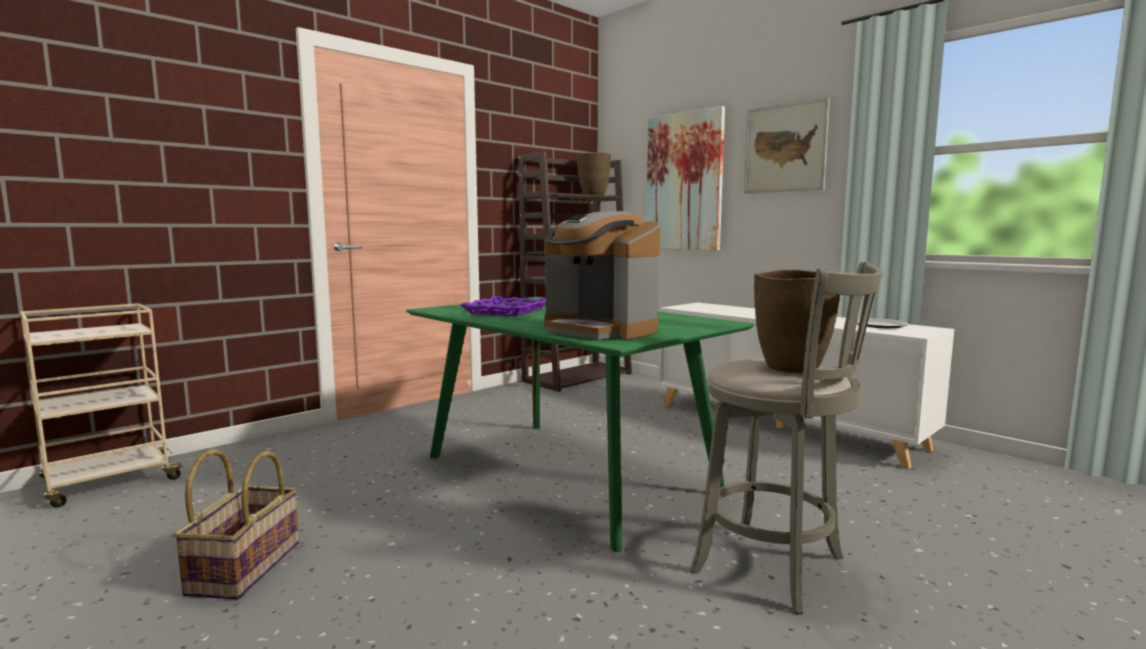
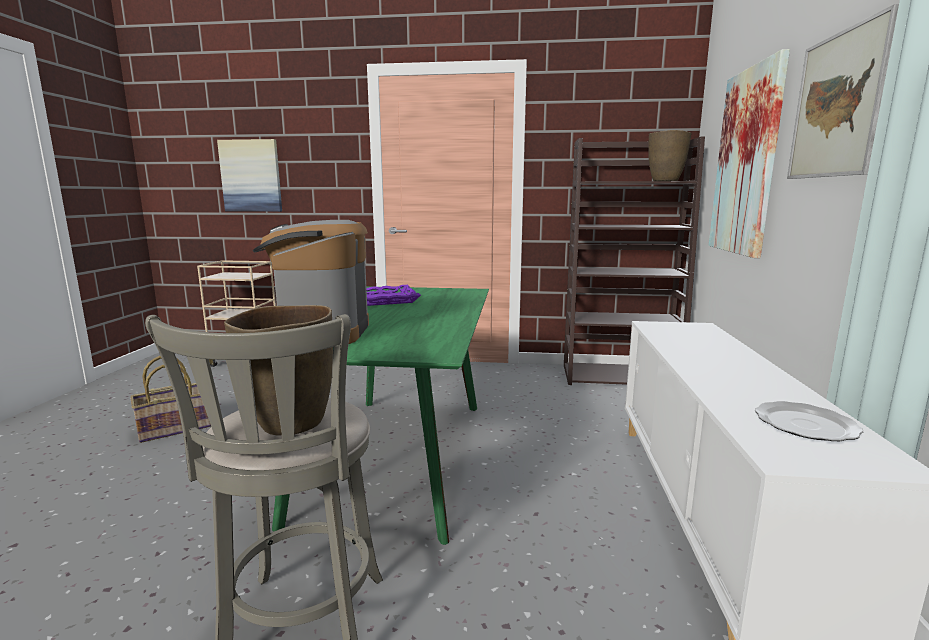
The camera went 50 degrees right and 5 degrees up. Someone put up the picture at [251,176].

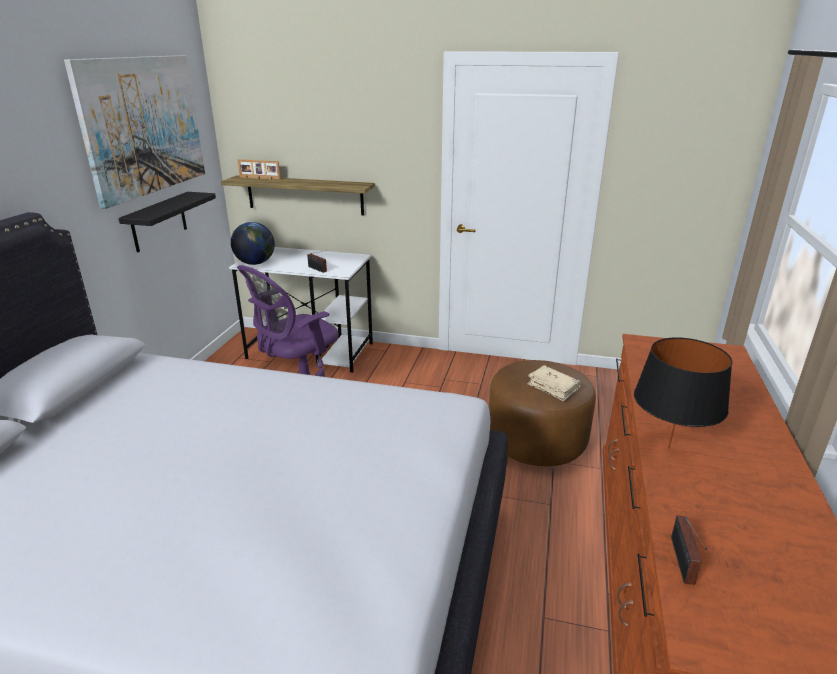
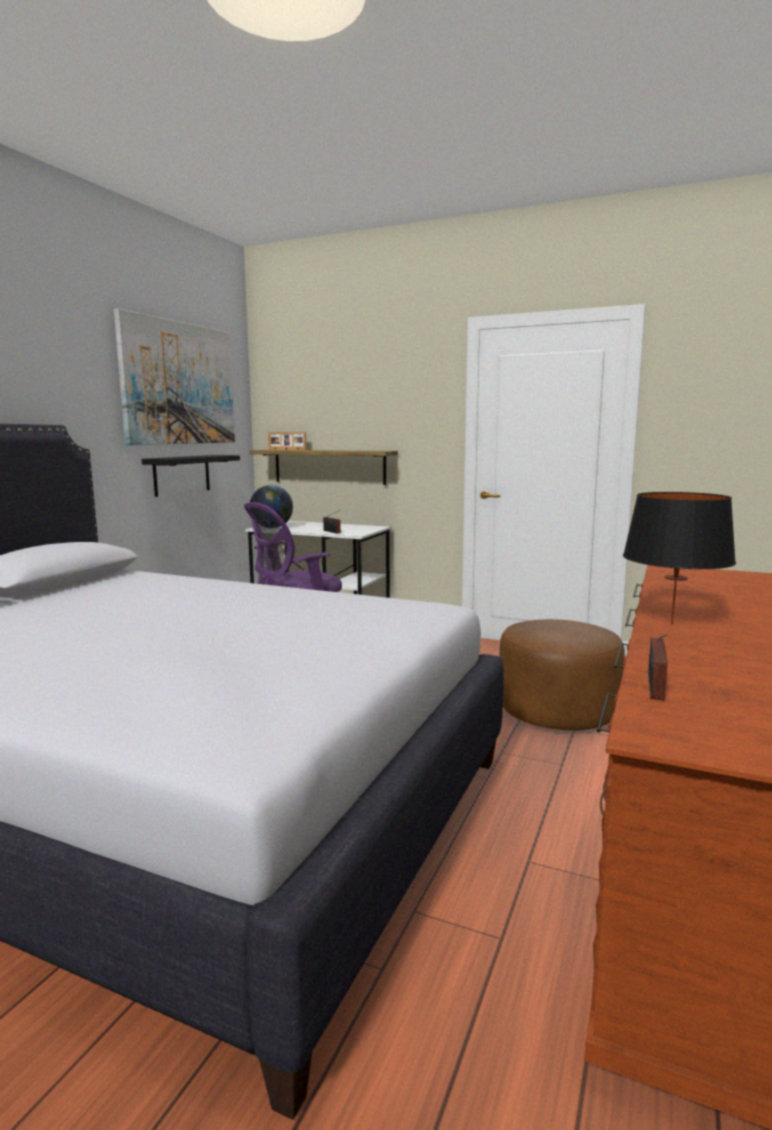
The camera went 10 degrees right and 15 degrees down. Someone took away the beige_volume at [553,387].

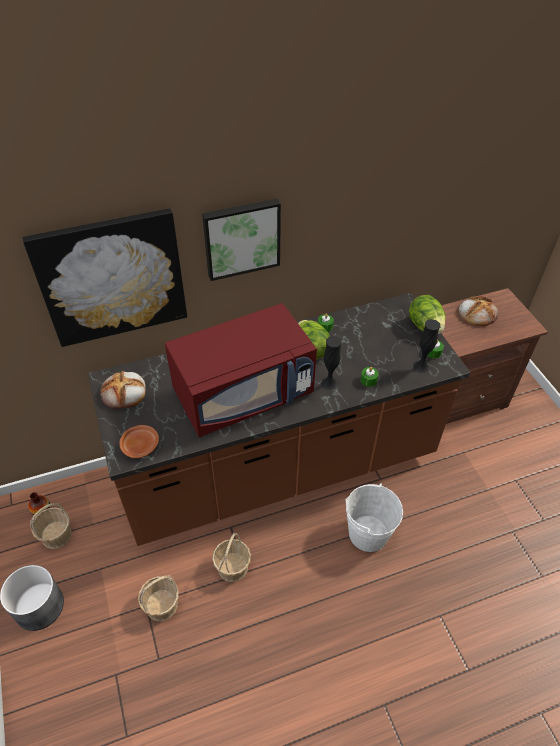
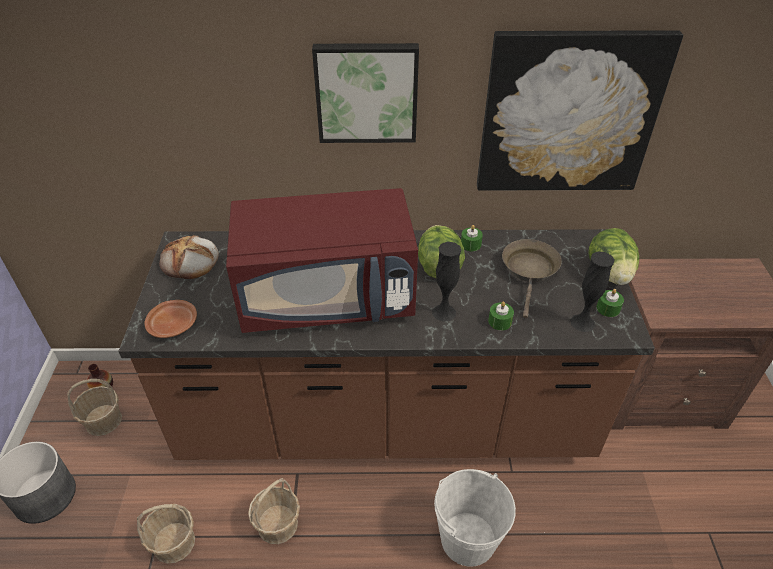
The camera went 20 degrees right and 5 degrees down. Someone took away the bread at [477,313]. Someone put down the brownish_pan at [529,271]. Someone carried the picture from [112,278] to [568,114].

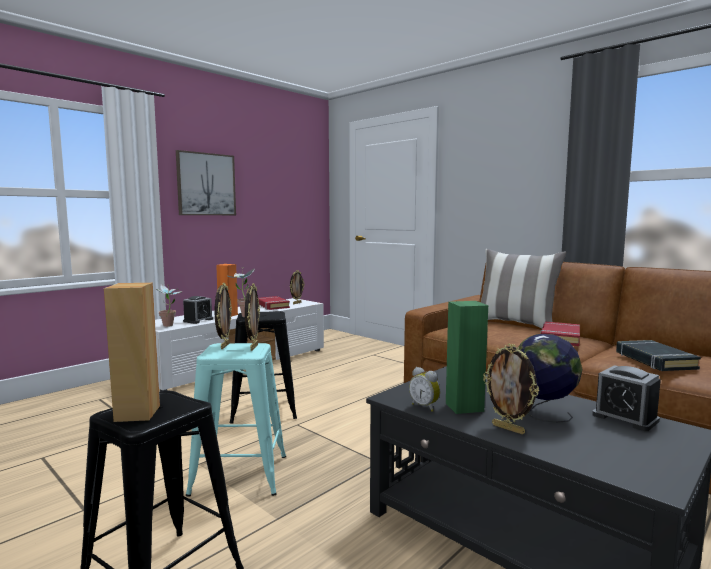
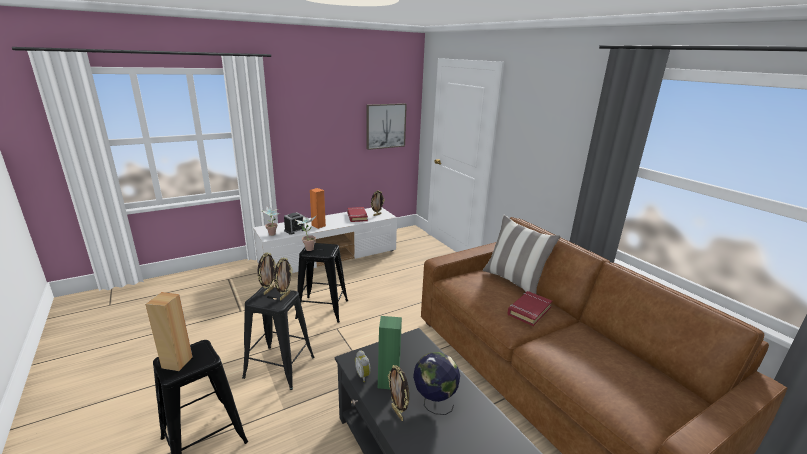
The camera went 15 degrees right and 15 degrees up. Someone took away the alarm_clock at [625,418]. Someone took away the black-coloured_volume at [654,360]. Someone carried the picture from [206,184] to [385,126]. Someone repainted the turquoise-coloured_sitting_stool at [239,475], which became the black-coloured_sitting_stool at [279,367].

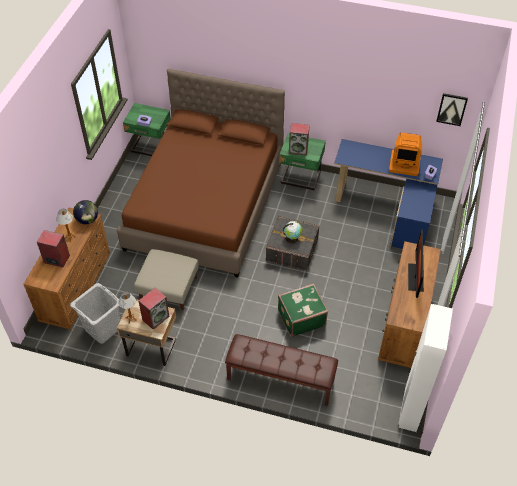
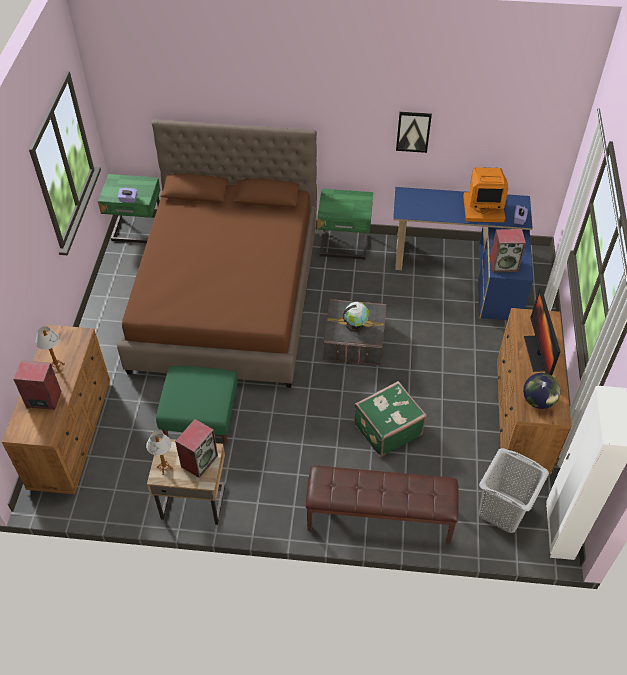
The camera went 10 degrees left and 0 degrees up. Someone carried the grey_washing_basket from [102,328] to [502,510]. Someone carried the globe from [87,220] to [538,401]. Someone carried the loudspeaker from [298,149] to [504,264]. Someone carried the picture from [452,109] to [413,131]. Someone repainted the beige_ottoman at [169,288], which became the green_ottoman at [201,416].

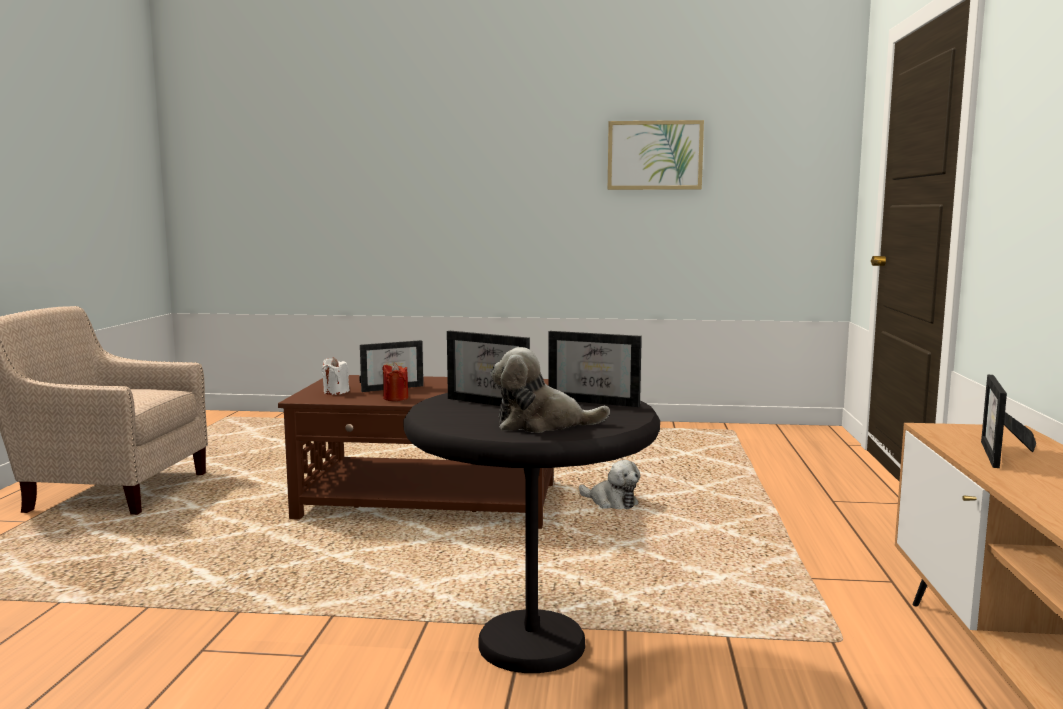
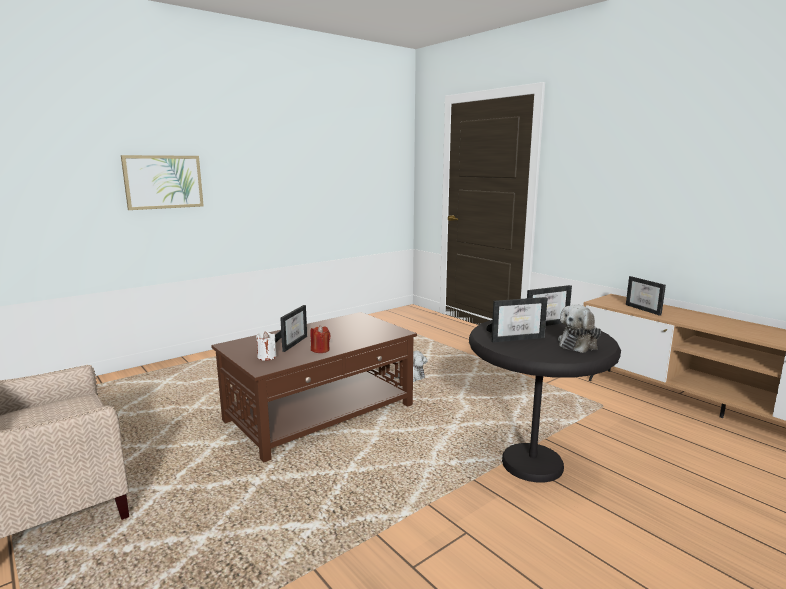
The camera went 45 degrees left and 5 degrees up. Someone carried the picture from [654,155] to [163,182].

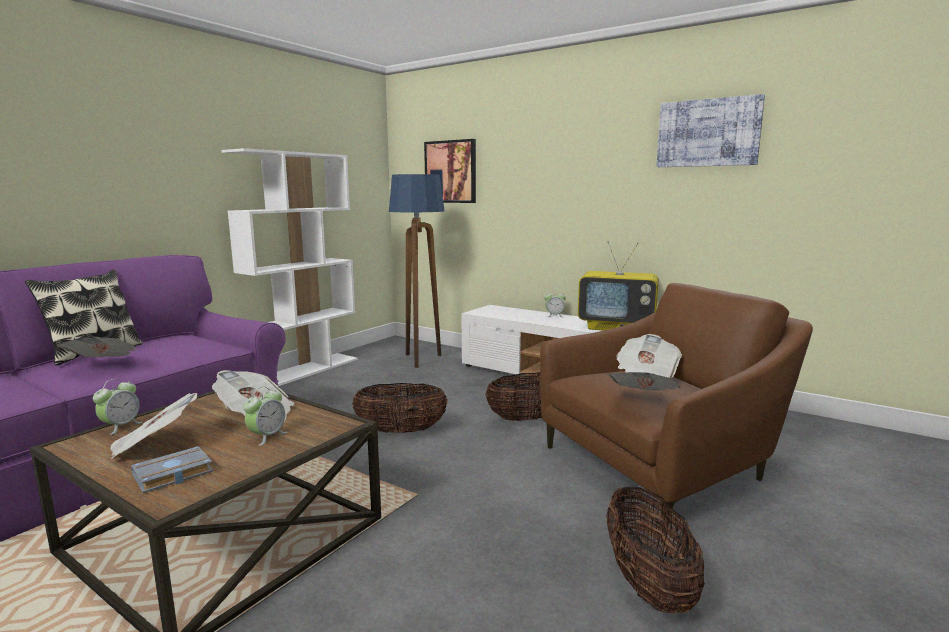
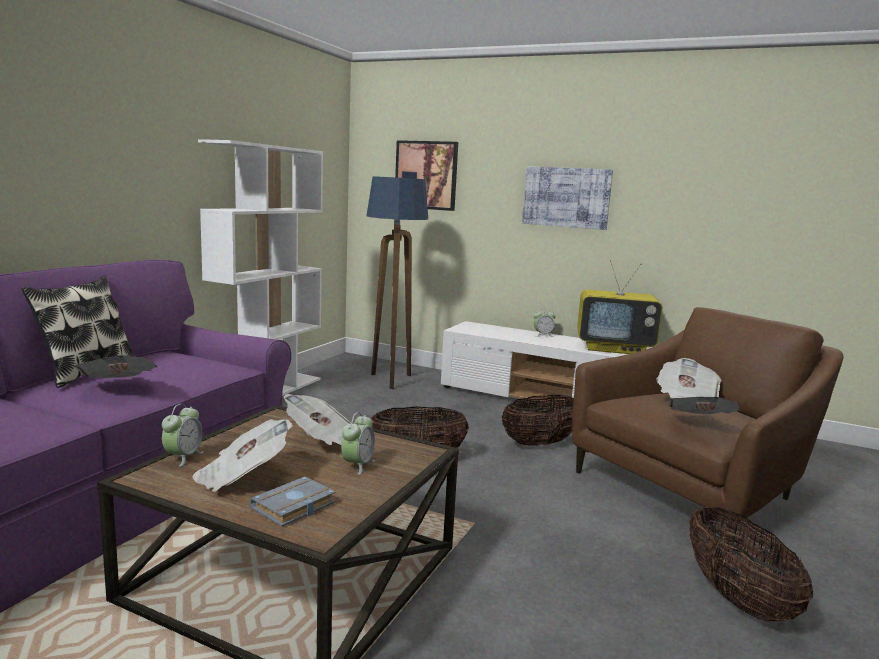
The camera went 10 degrees left and 0 degrees up. Someone carried the picture from [708,133] to [566,197].

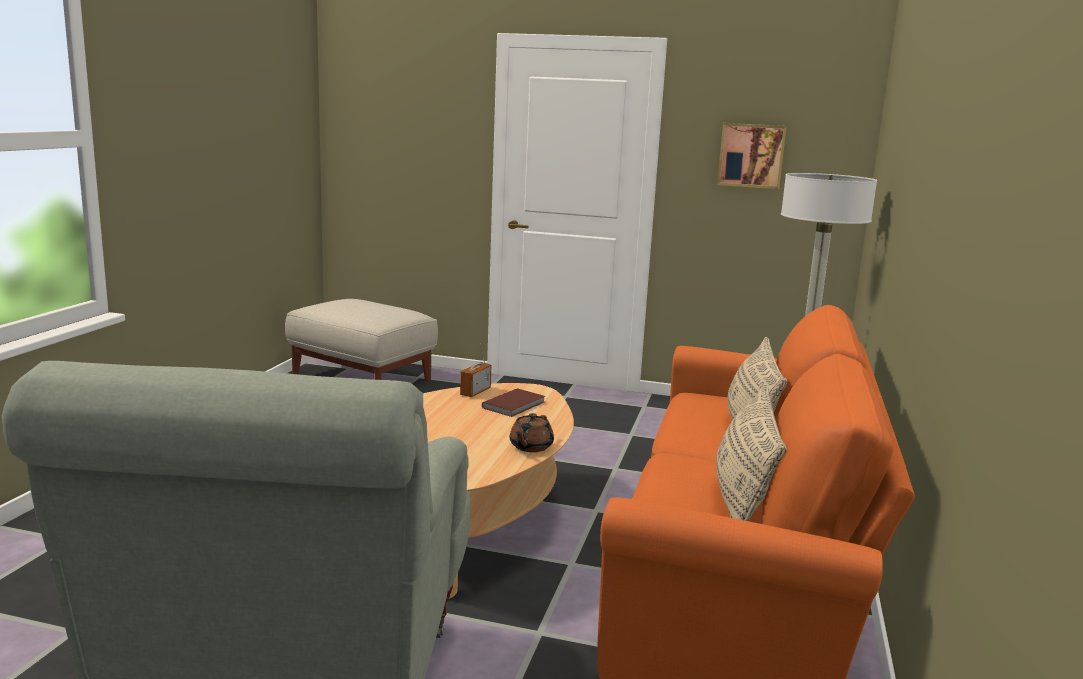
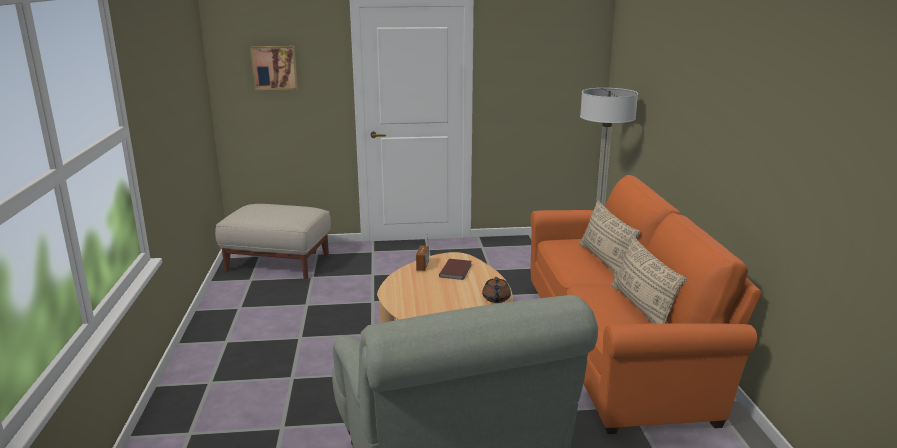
The camera went 20 degrees left and 5 degrees up. Someone carried the picture from [751,155] to [274,67].

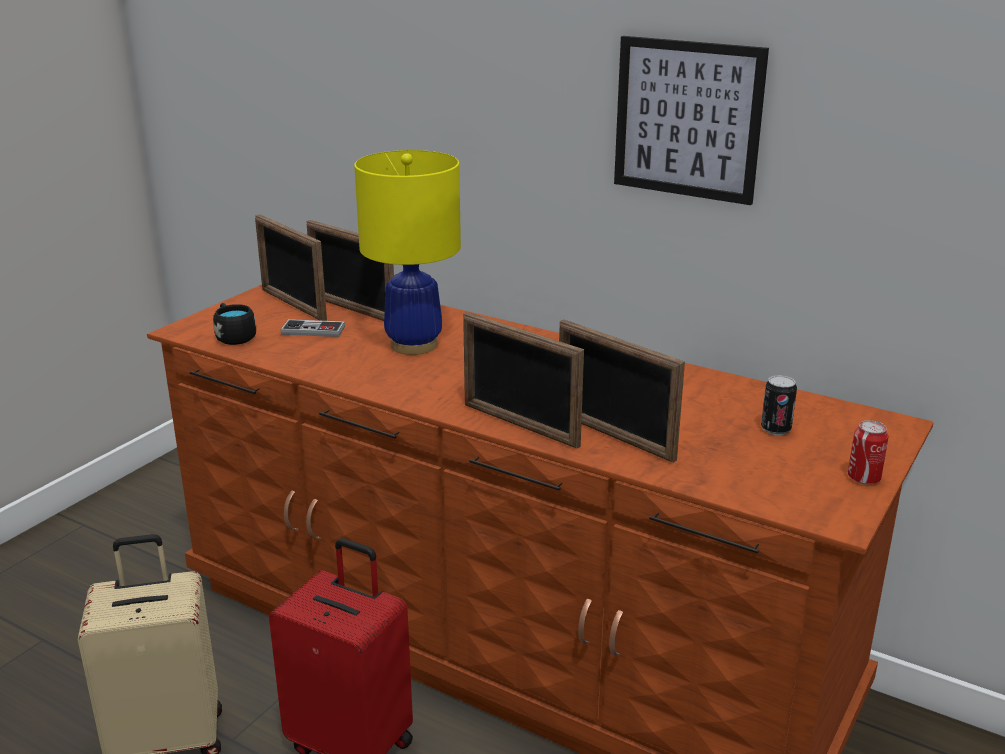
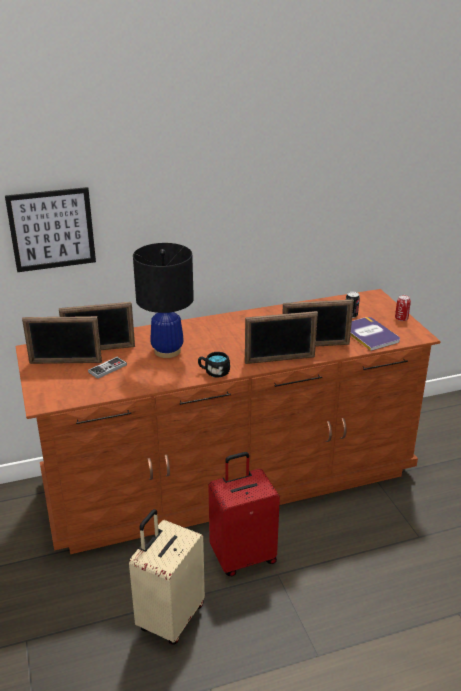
The camera went 50 degrees left and 5 degrees up. Someone put down the volume at [370,334]. Someone carried the black-coloured_mug from [234,336] to [214,372]. Someone carried the picture from [687,119] to [52,229]. Someone repainted the yellowish_lamp_for_a_table at [414,345], which became the black-coloured_lamp_for_a_table at [167,351].

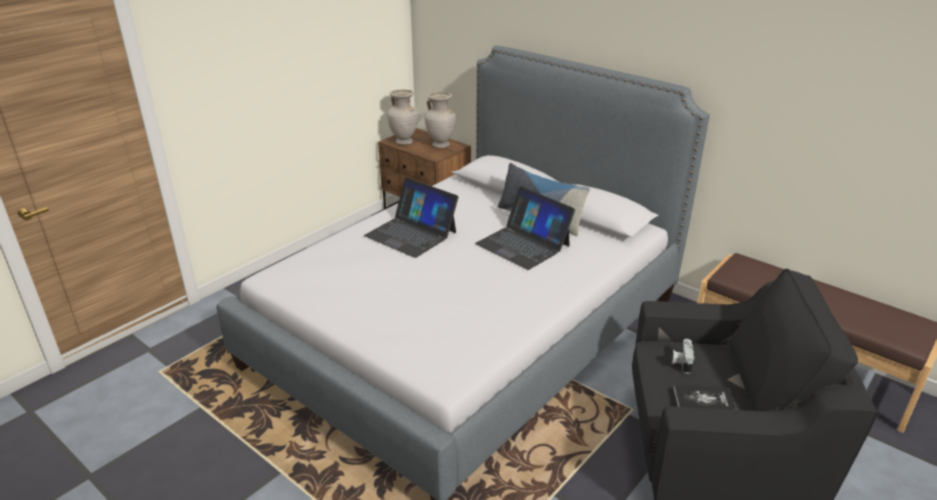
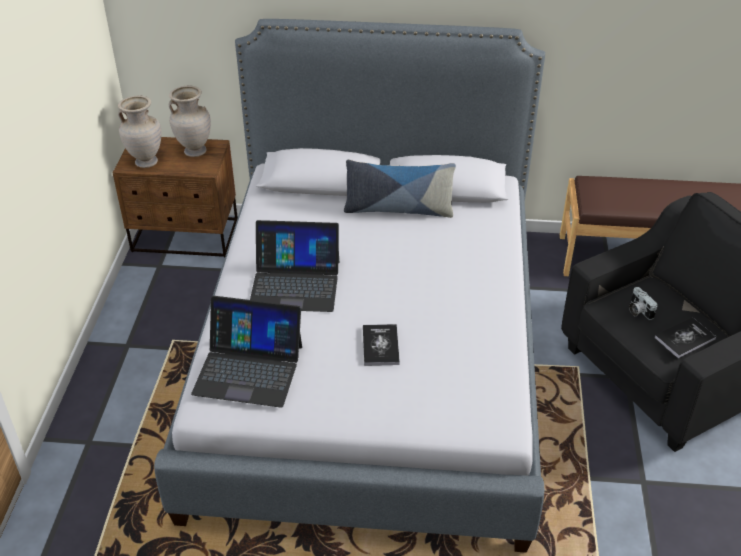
The camera went 35 degrees left and 10 degrees up. Someone put down the volume at [380,346]. Someone carried the laptop from [523,244] to [249,369].

